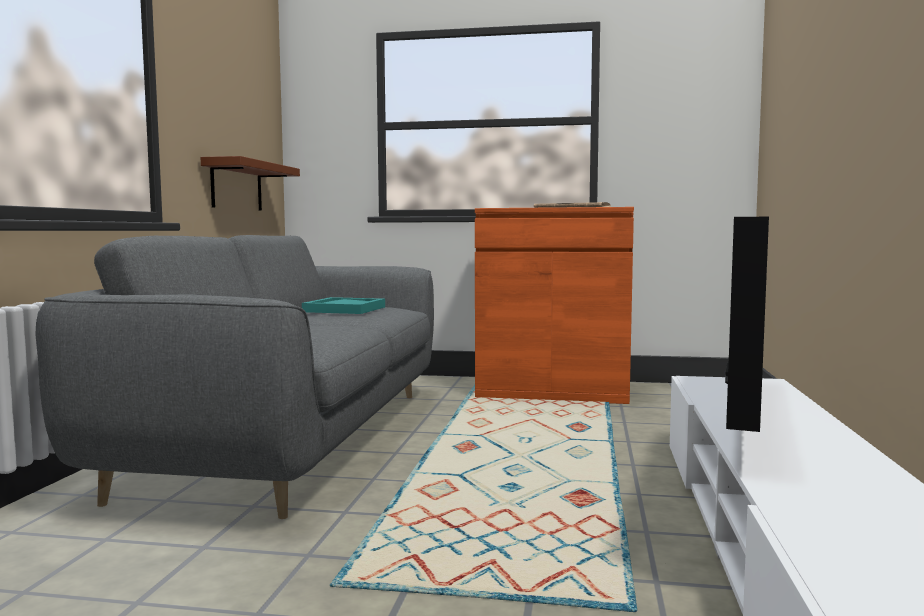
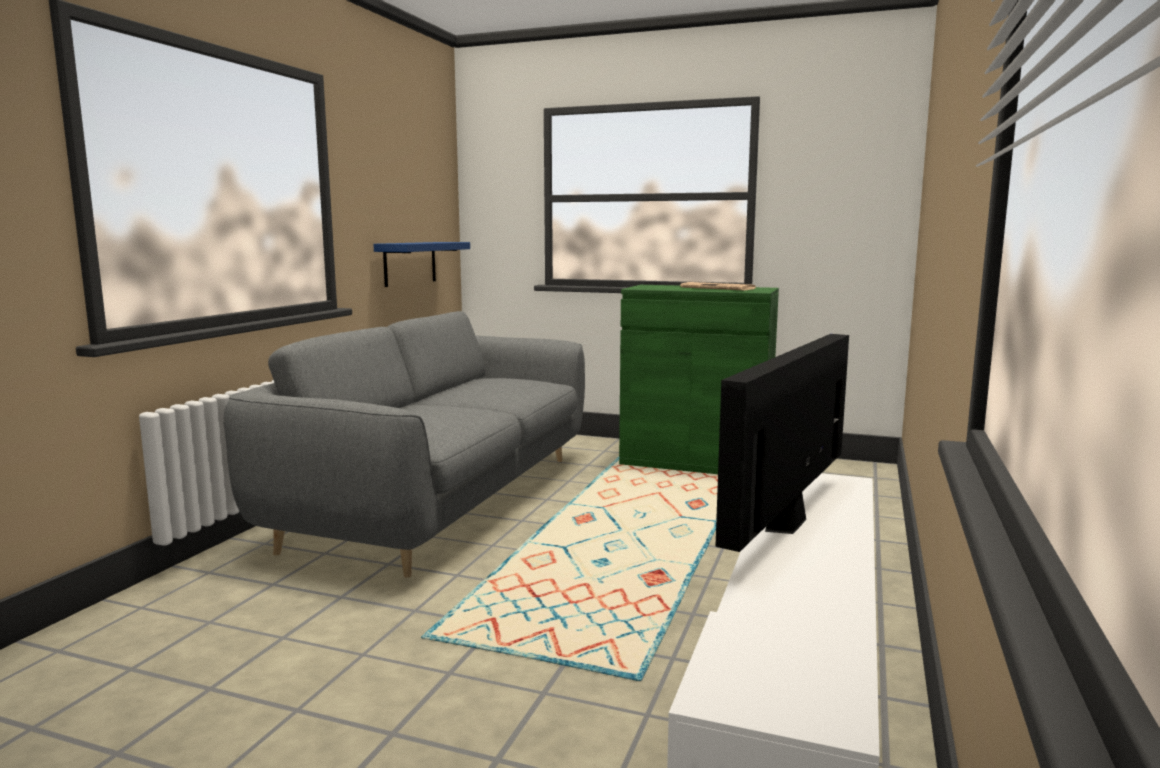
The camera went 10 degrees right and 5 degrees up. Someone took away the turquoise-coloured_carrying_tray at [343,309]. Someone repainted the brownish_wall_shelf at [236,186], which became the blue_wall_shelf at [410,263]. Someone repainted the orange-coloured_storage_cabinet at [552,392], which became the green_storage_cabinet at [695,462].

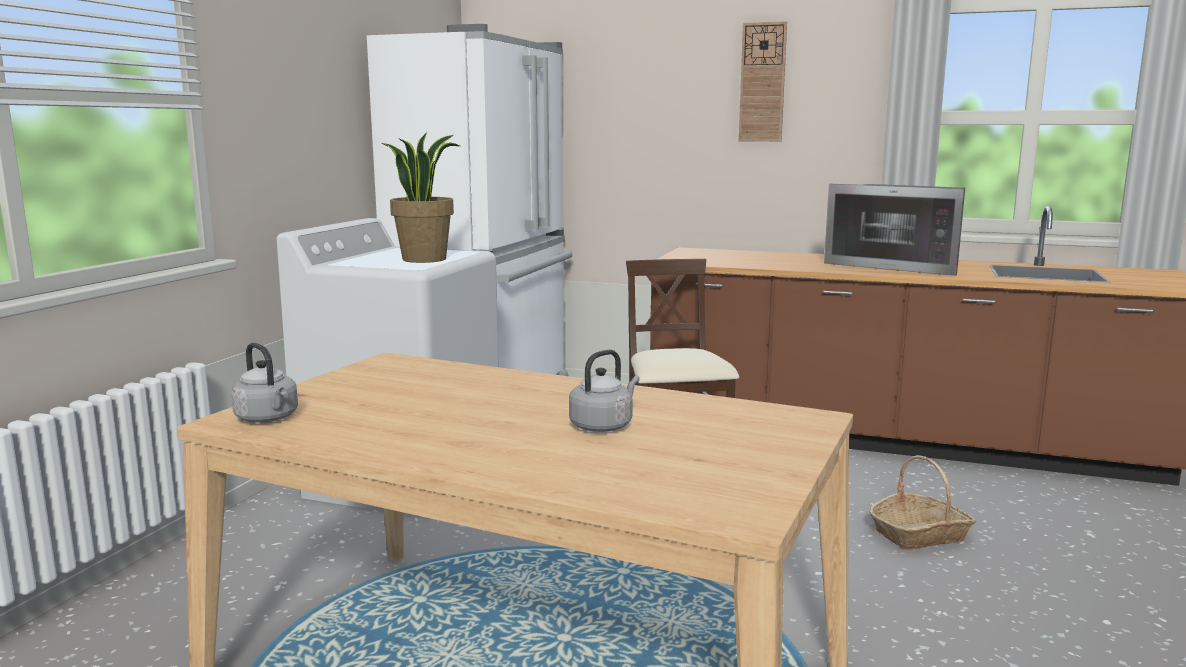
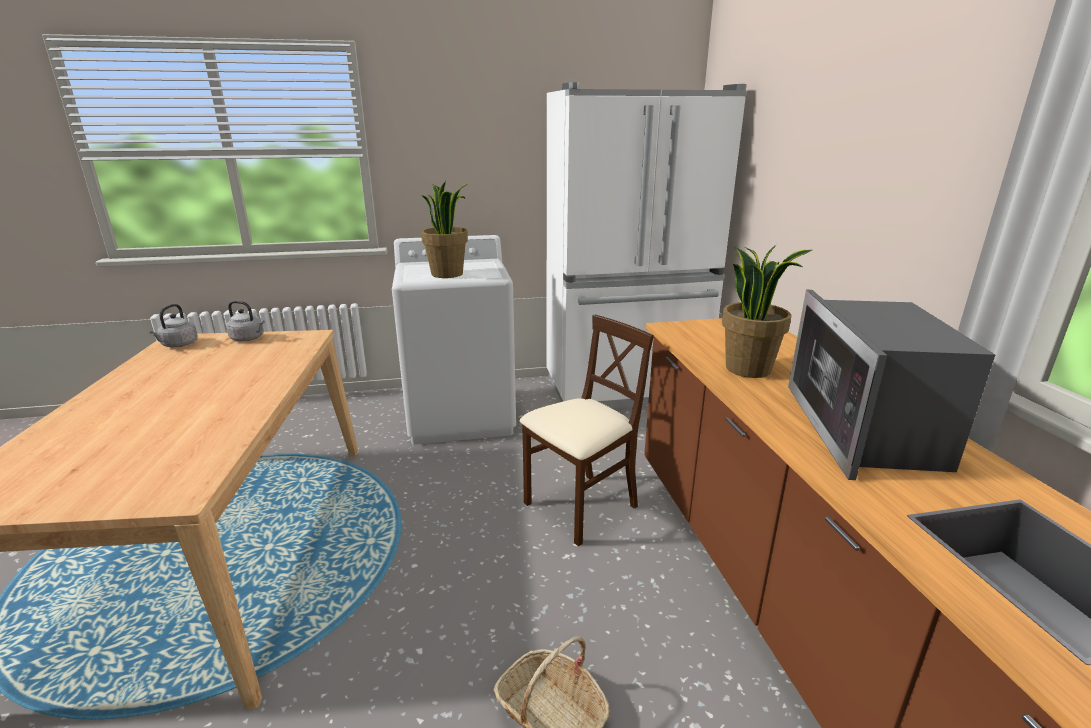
The camera went 60 degrees right and 10 degrees up. Someone took away the clock_on_the_wall at [762,82]. Someone put down the houseplant at [749,369]. Someone carried the grey_tea_kettle from [603,425] to [249,339].

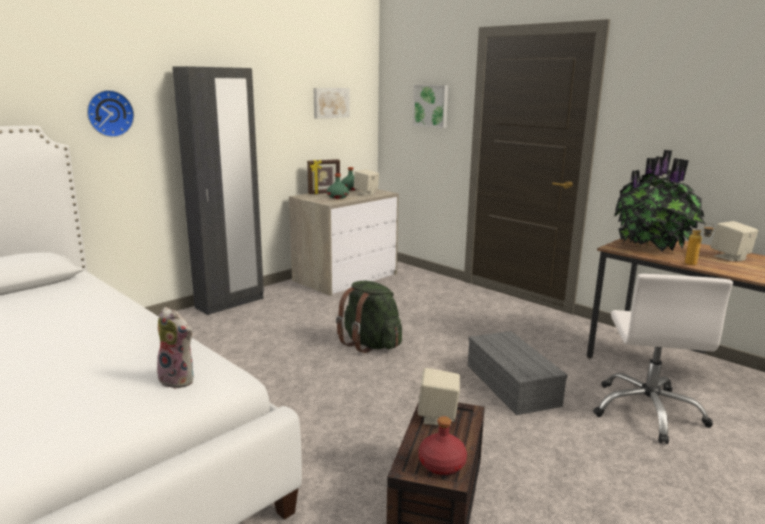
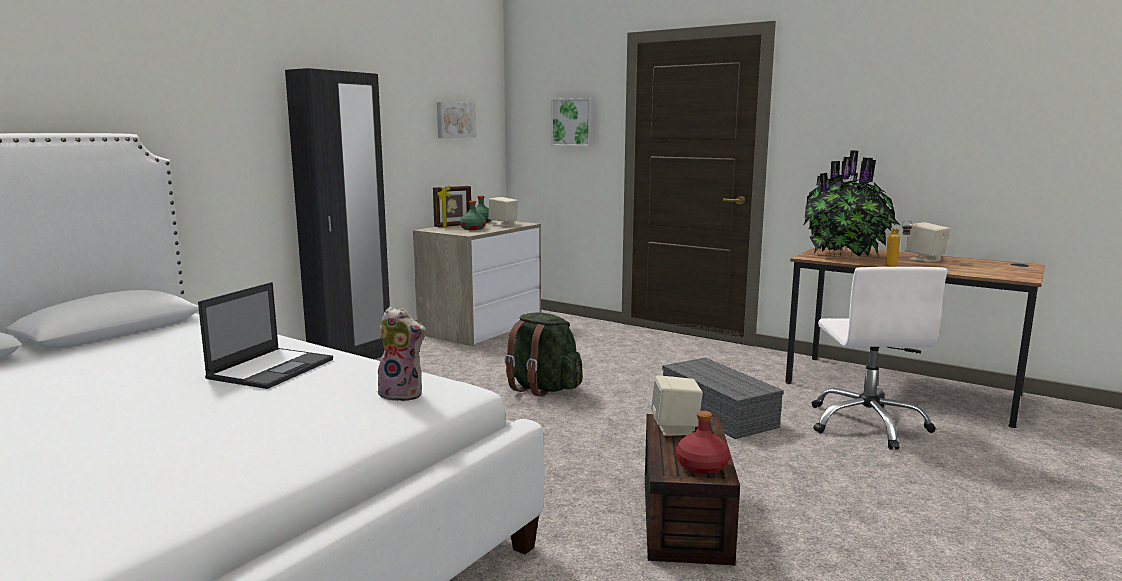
The camera went 10 degrees left and 5 degrees down. Someone took away the clock_on_the_wall at [109,113]. Someone put down the laptop at [272,368].

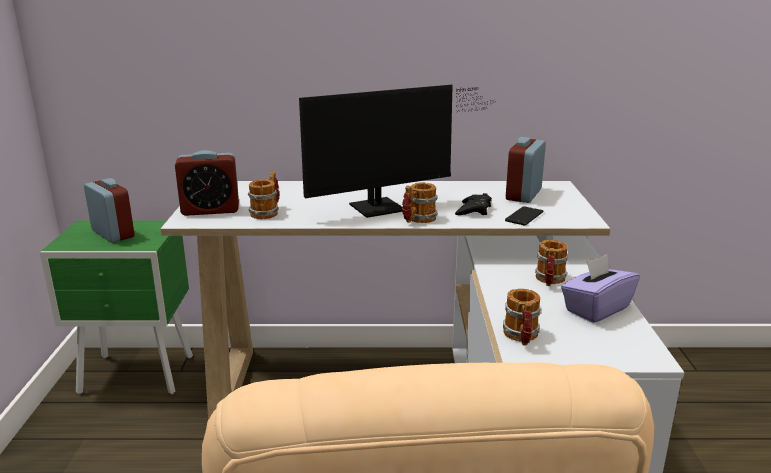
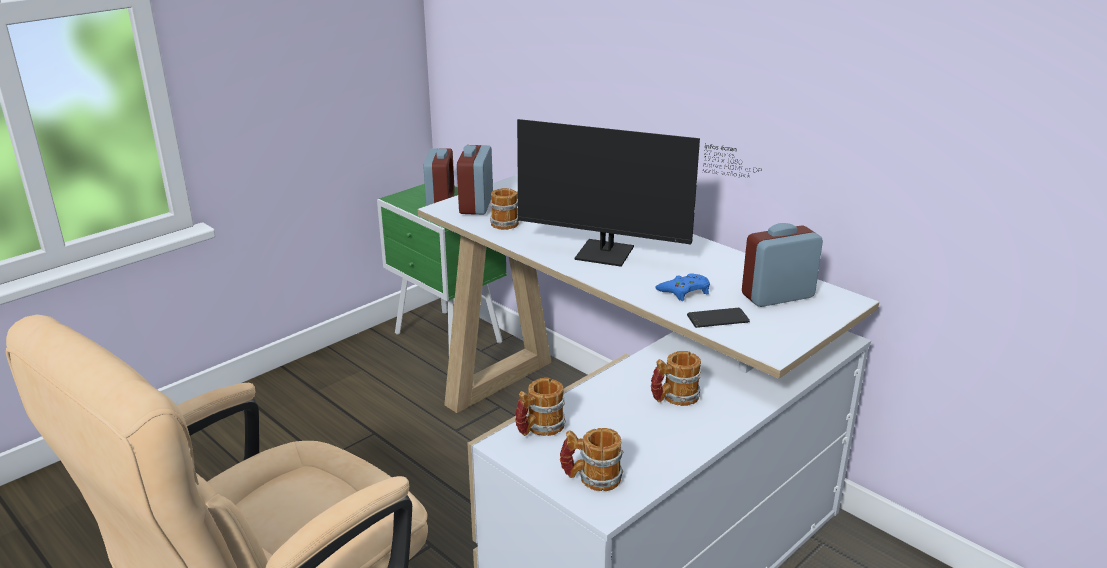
The camera went 45 degrees right and 5 degrees up. Someone took away the purplish_box_of_tissues at [596,309]. Someone carried the mug from [418,220] to [591,478]. Someone repainted the black-coloured_game_controller at [474,210], which became the blue_game_controller at [684,291]. Someone rotated the alarm_clock at [210,210] by 60 degrees clockwise.

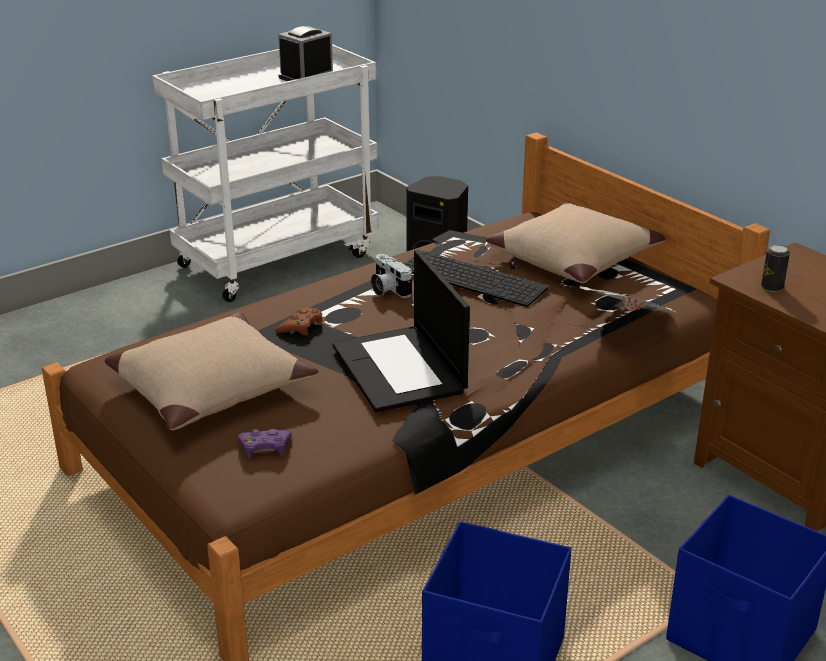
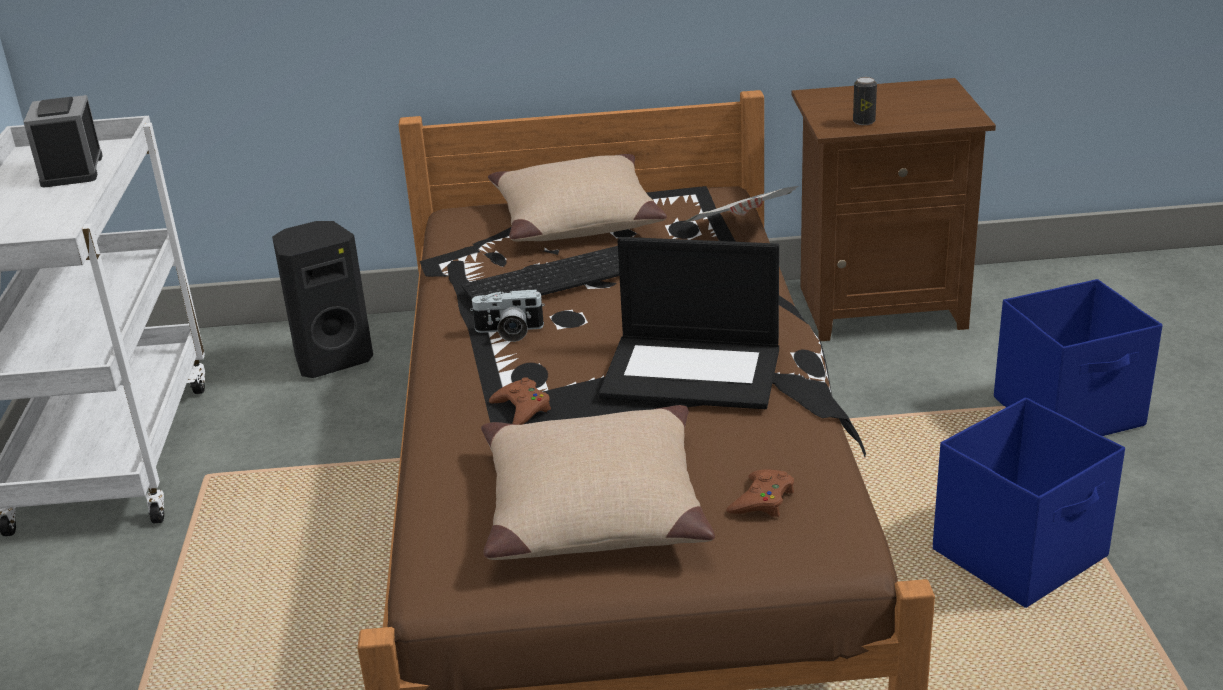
The camera went 55 degrees left and 0 degrees up. Someone repainted the purplish_game_controller at [265,447], which became the brownish_game_controller at [762,500].

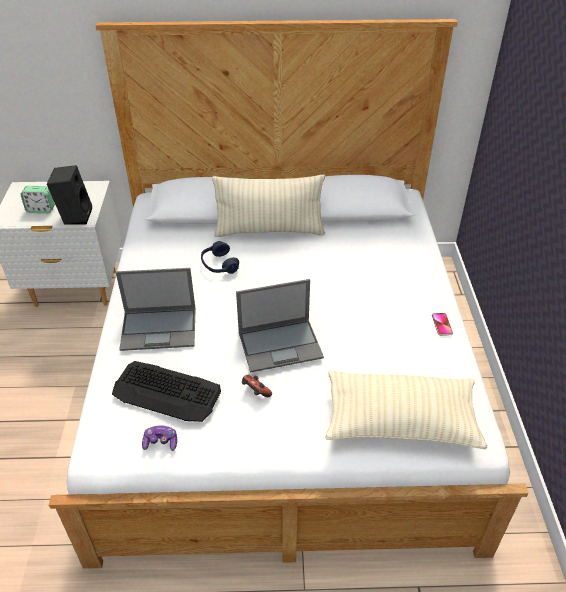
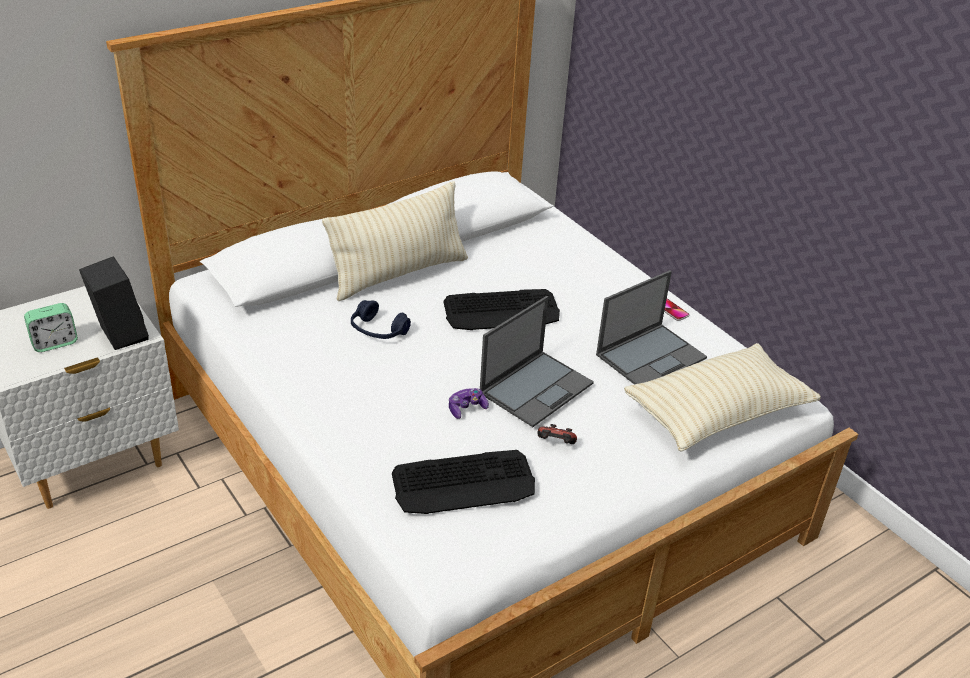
The camera went 35 degrees left and 5 degrees down. Someone put down the computer_keyboard at [502,311]. Someone carried the laptop from [160,328] to [651,356]. Someone carried the game_controller from [161,442] to [466,408].

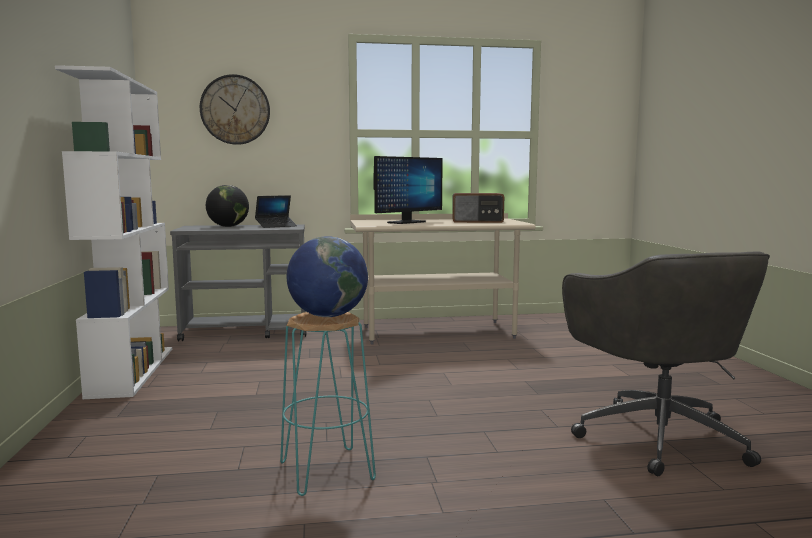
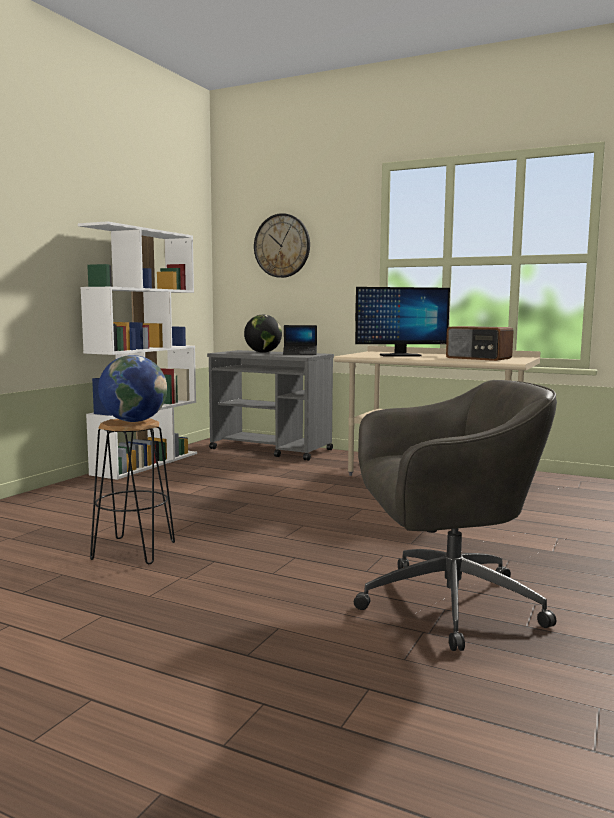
The camera went 35 degrees right and 0 degrees up. Someone repainted the turquoise-coloured_sitting_stool at [327,471], which became the black-coloured_sitting_stool at [133,551]. Someone rotated the grey_computer_chair at [657,436] by 120 degrees counterclockwise.

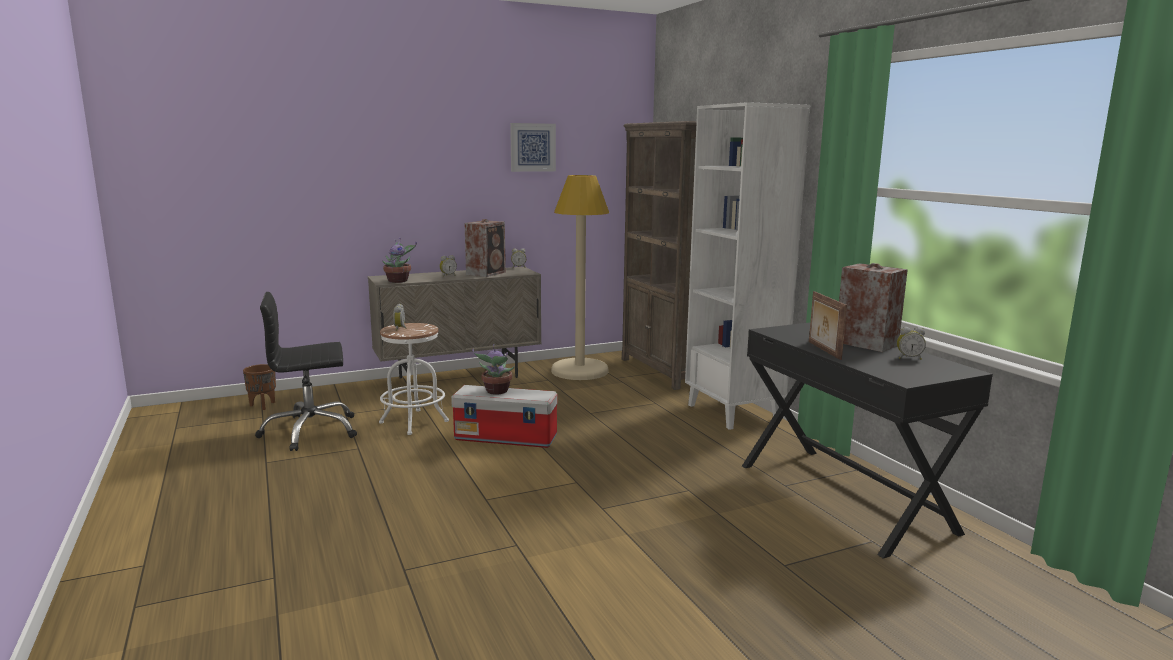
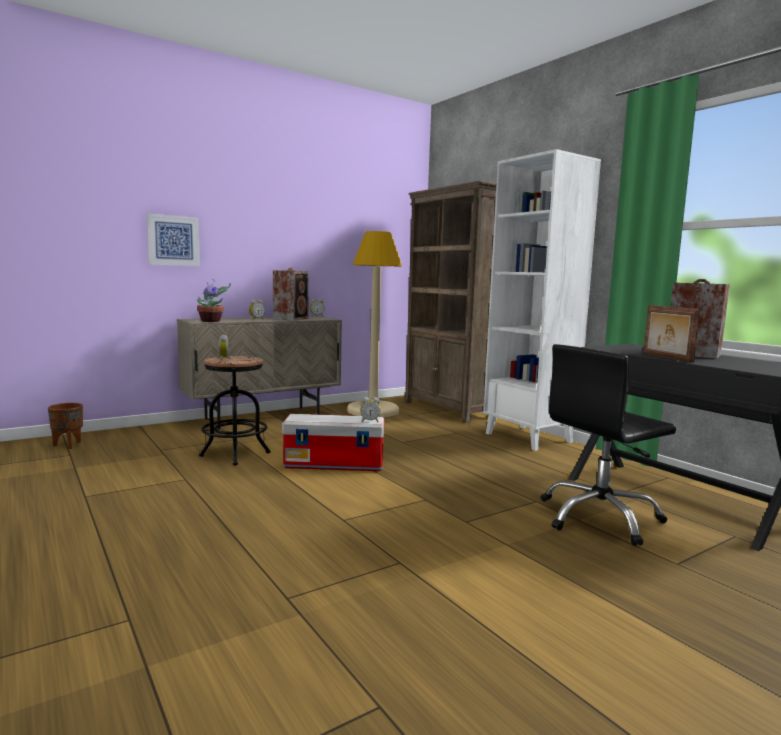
The camera went 10 degrees left and 5 degrees down. Someone took away the houseplant at [496,391]. Someone carried the black-coloured_computer_chair from [310,431] to [599,517]. Someone carried the picture from [532,147] to [173,240]. Someone carried the alarm_clock from [908,358] to [370,421]. Someone repainted the white_sitting_stool at [414,422], which became the black-coloured_sitting_stool at [235,454].

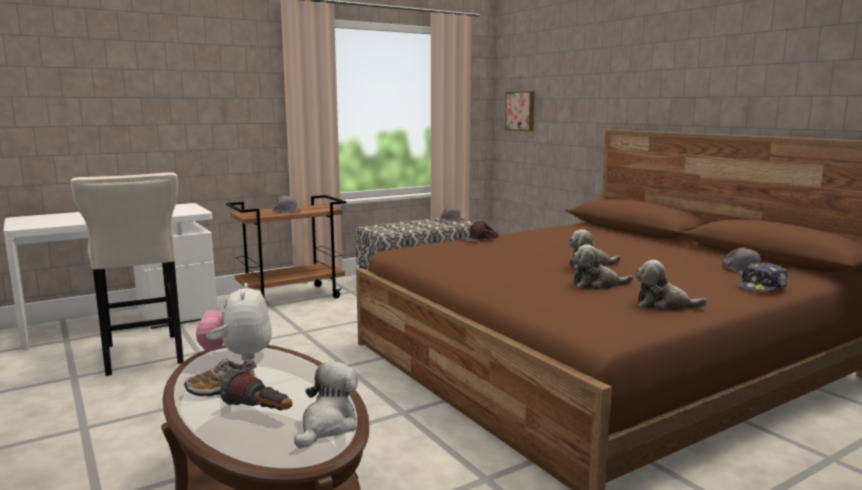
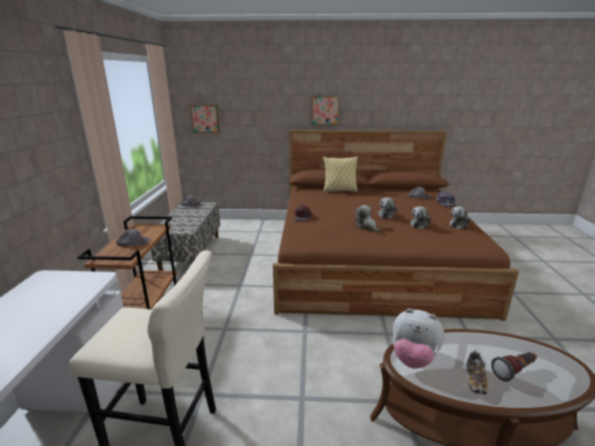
The camera went 55 degrees left and 10 degrees up. Someone put up the picture at [325,110]. Someone put down the throw_pillow at [339,190]. Someone carried the soft_toy from [328,426] to [366,227].

